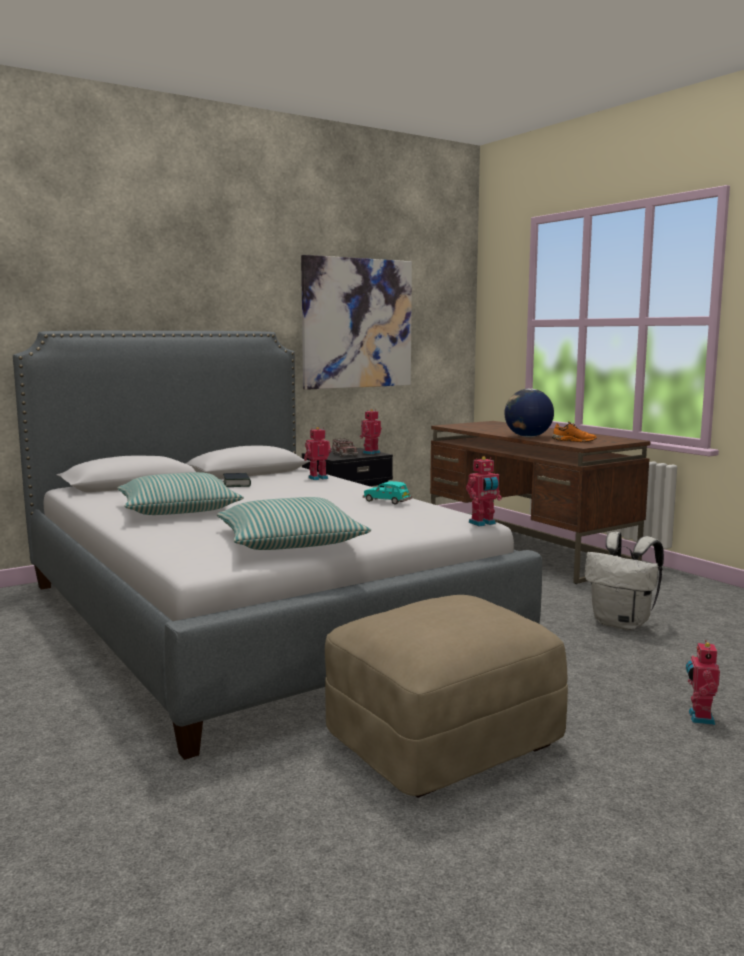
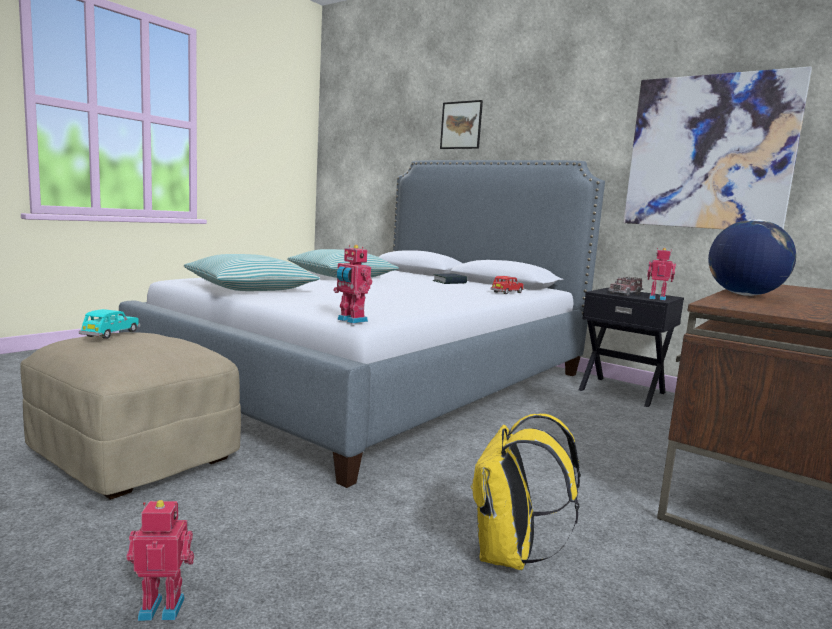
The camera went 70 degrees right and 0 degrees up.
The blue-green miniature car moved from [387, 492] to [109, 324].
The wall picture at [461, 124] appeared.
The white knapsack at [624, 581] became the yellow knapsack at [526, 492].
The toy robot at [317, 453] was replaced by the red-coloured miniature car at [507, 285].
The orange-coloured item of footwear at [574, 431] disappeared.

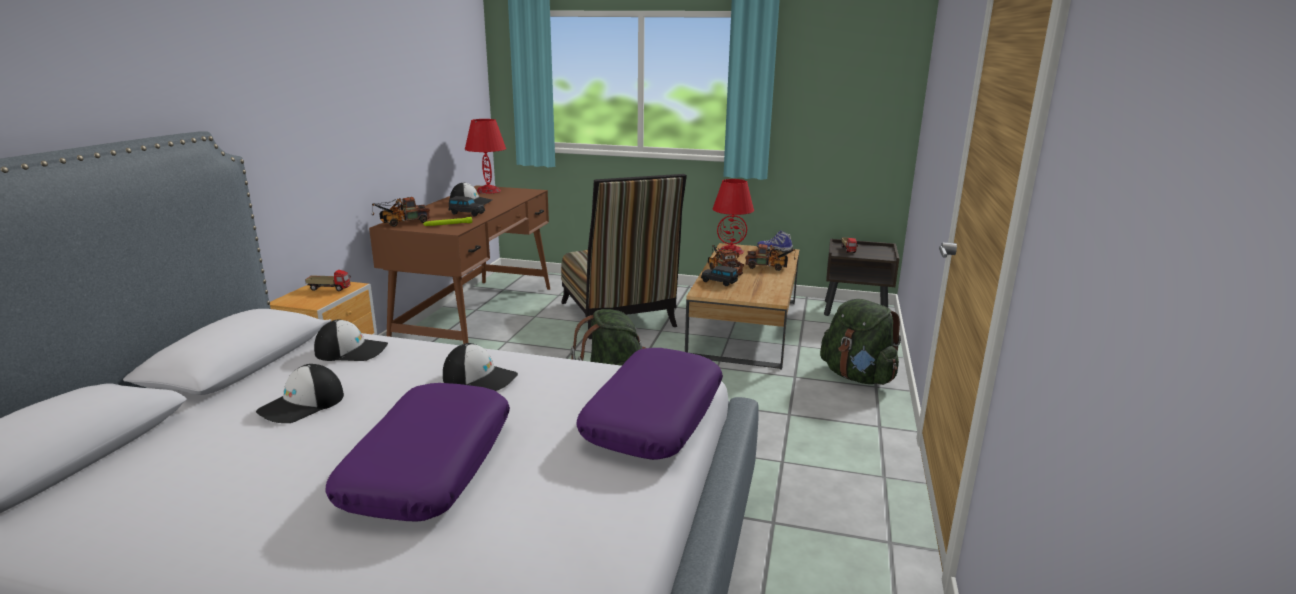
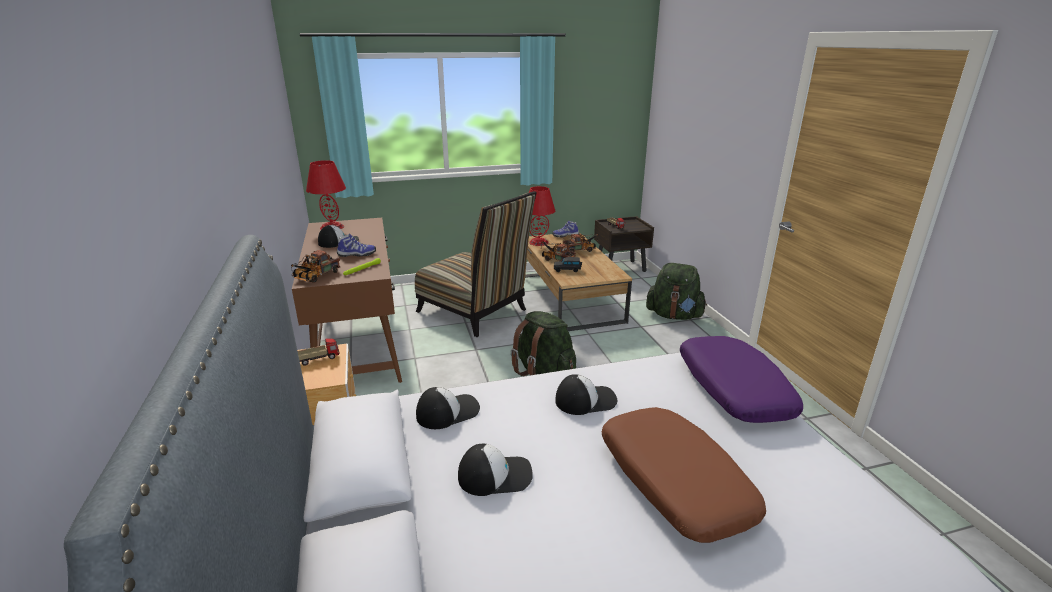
The camera went 30 degrees left and 5 degrees up.
The blackish miniature car at [467, 206] was replaced by the item of footwear at [356, 245].
The baseball cap at [300, 393] turned 105 degrees counterclockwise.
The purplish cushion at [417, 452] became the brown-coloured cushion at [684, 475].

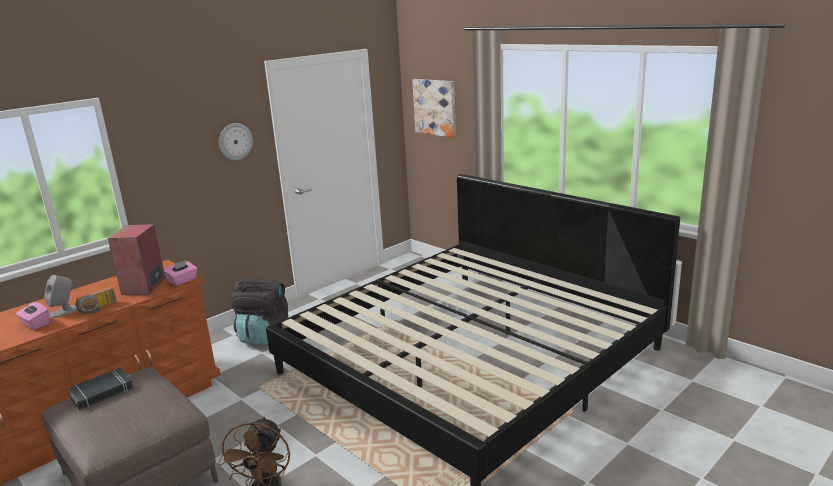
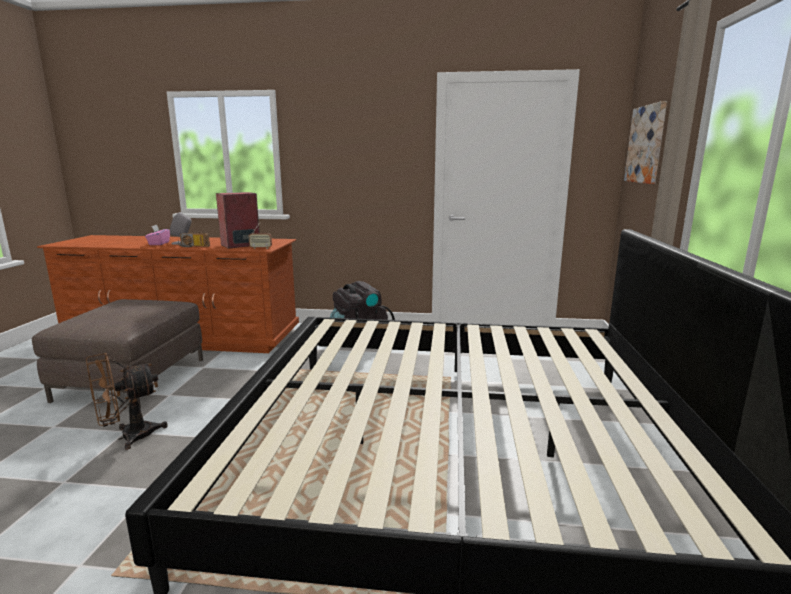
The camera went 50 degrees right and 5 degrees down.
The pinkish tissue holder at [180, 273] was replaced by the radio at [260, 235].
The blackish book at [100, 389] disappeared.
The wall clock at [236, 141] disappeared.

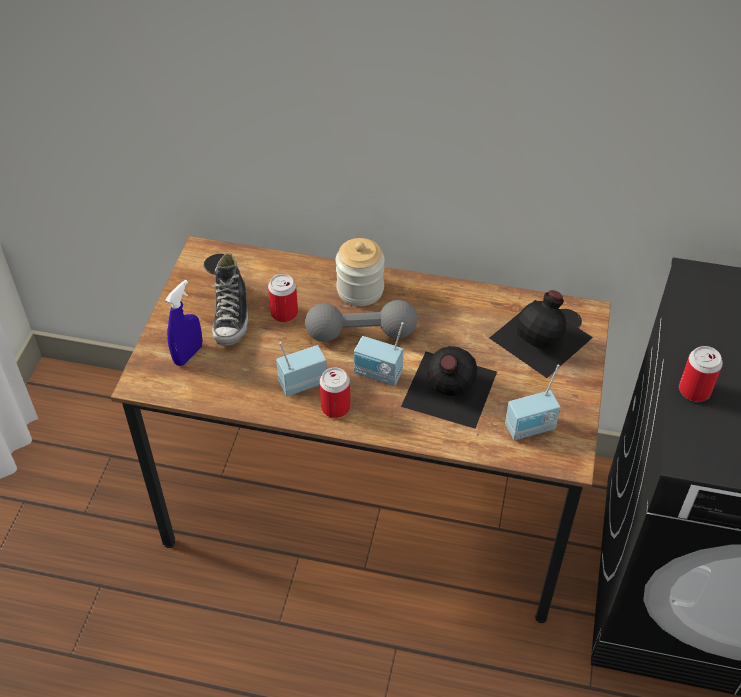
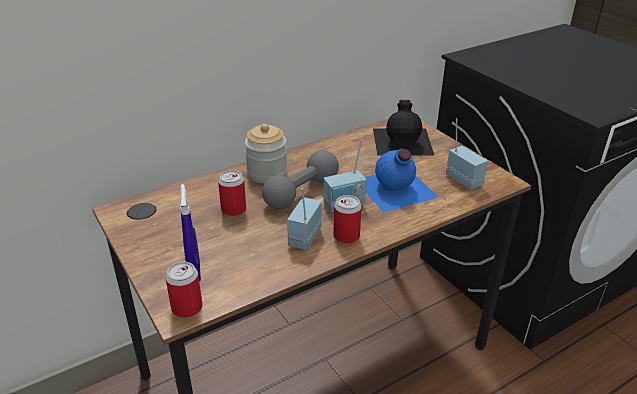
The camera went 45 degrees left and 15 degrees down.
The metal can moved from [701, 374] to [184, 290].
The blackish drink bottle at [449, 387] became the blue-coloured drink bottle at [402, 180].
The radio at [532, 402] turned 60 degrees counterclockwise.
The item of footwear at [230, 299] disappeared.

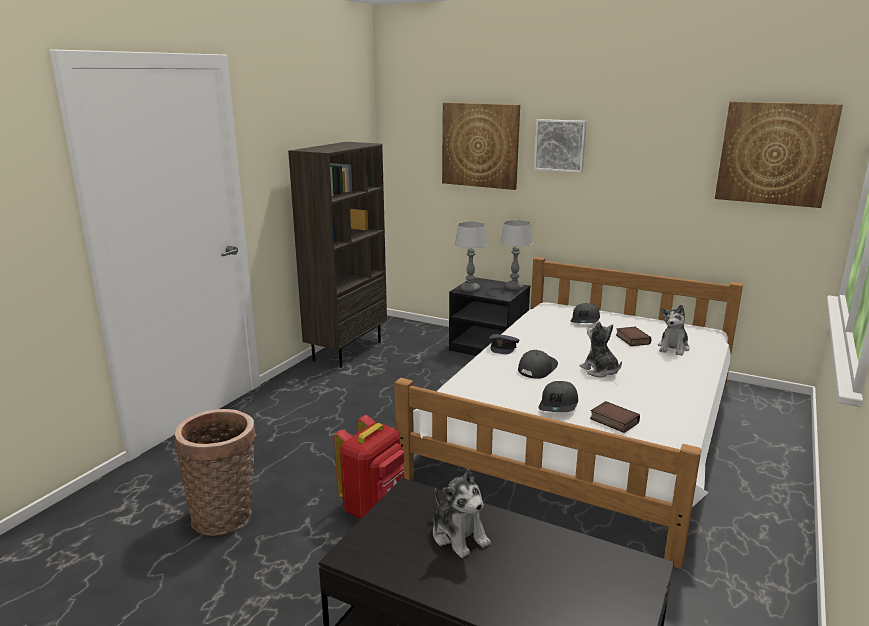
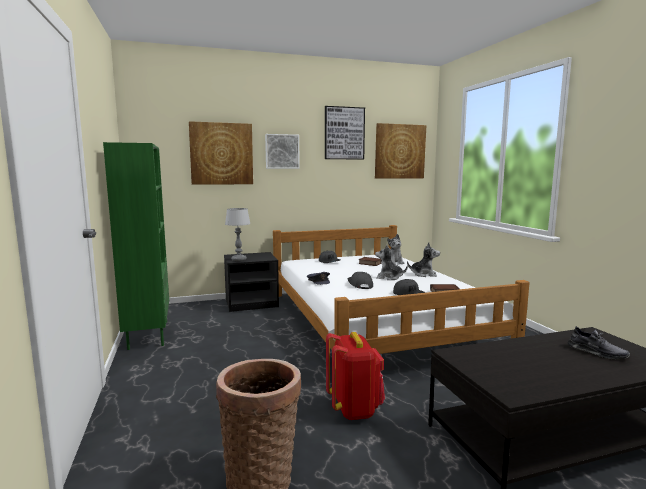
The camera went 45 degrees left and 10 degrees down.
The brown-coloured bookshelf at [337, 255] became the greenish bookshelf at [136, 246].
The wall picture at [345, 132] appeared.
The cuddly toy moved from [462, 513] to [423, 259].
The gray item of footwear at [599, 342] appeared.
The tabletop lamp at [516, 255] disappeared.

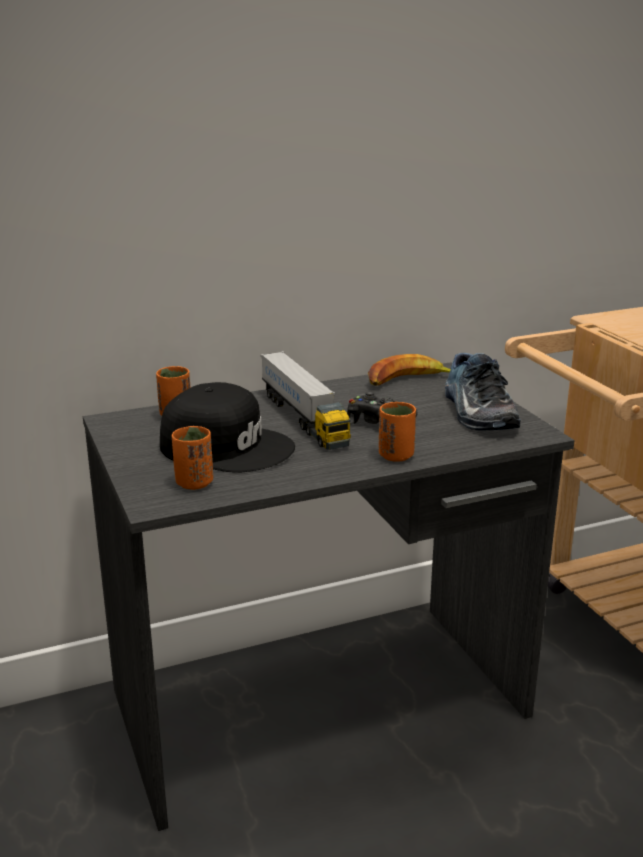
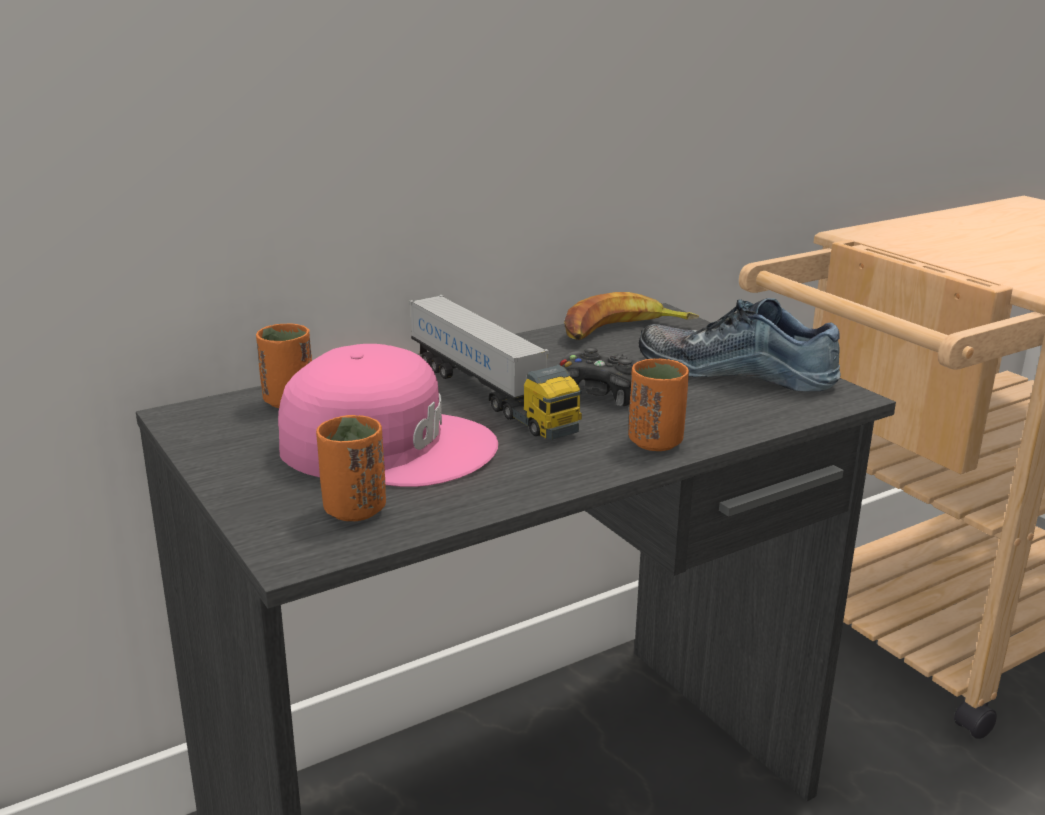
The camera went 10 degrees left and 0 degrees up.
The blackish baseball cap at [227, 427] became the pinkish baseball cap at [388, 415].
The item of footwear at [483, 392] turned 135 degrees clockwise.

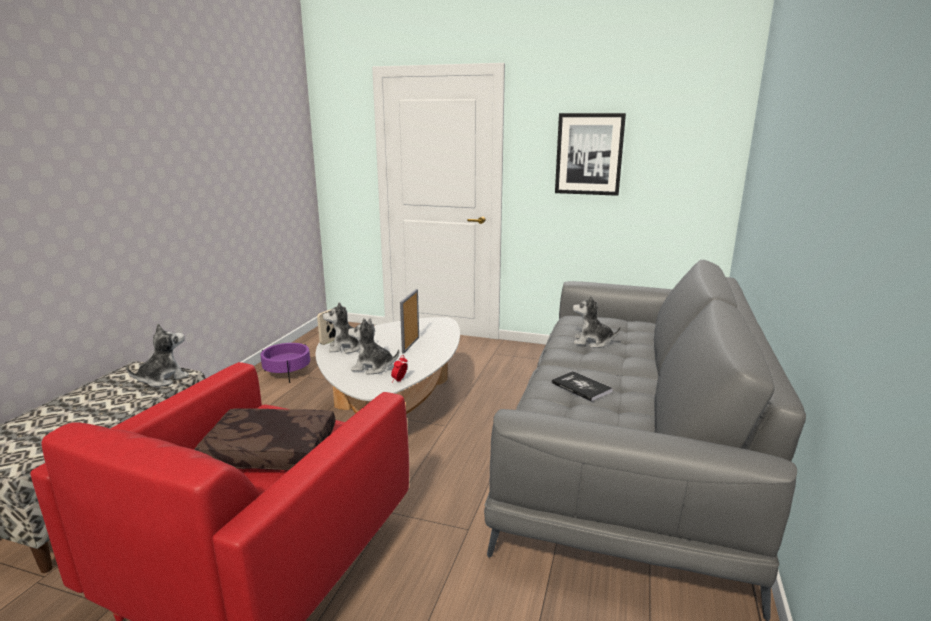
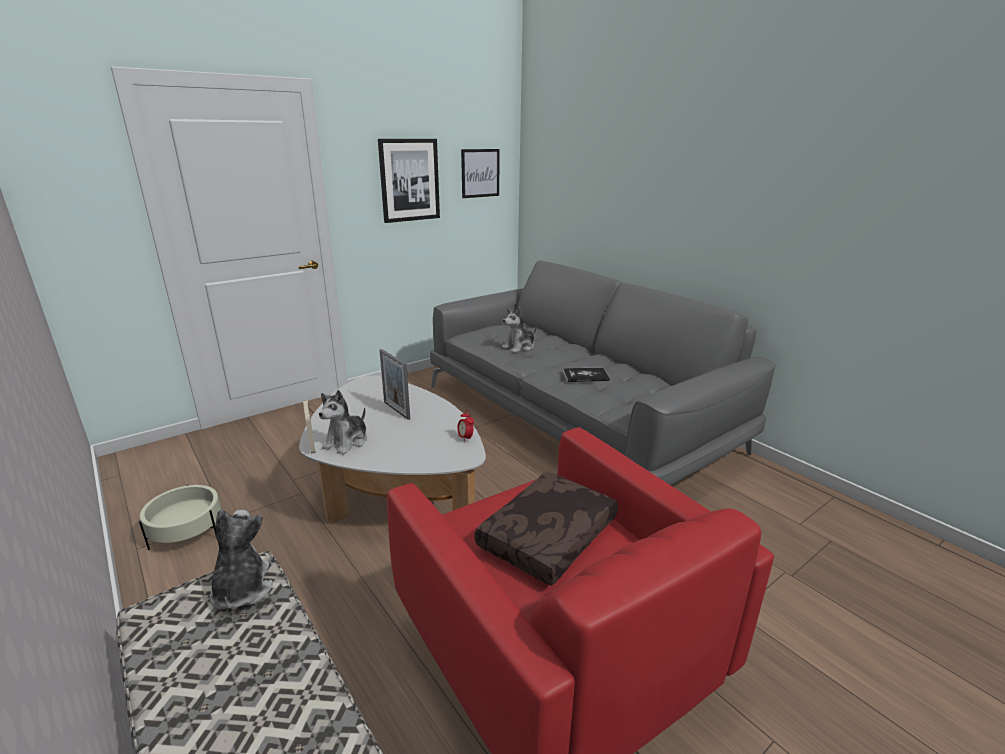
The camera went 55 degrees left and 5 degrees up.
The purplish flower pot at [285, 363] became the beige-coloured flower pot at [180, 517].
The wall picture at [480, 173] appeared.
The cuddly toy at [373, 346] disappeared.

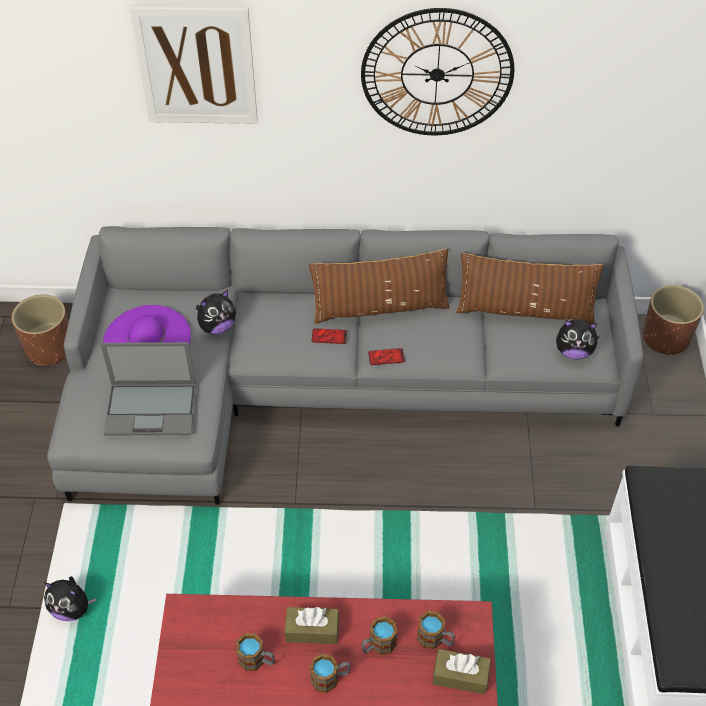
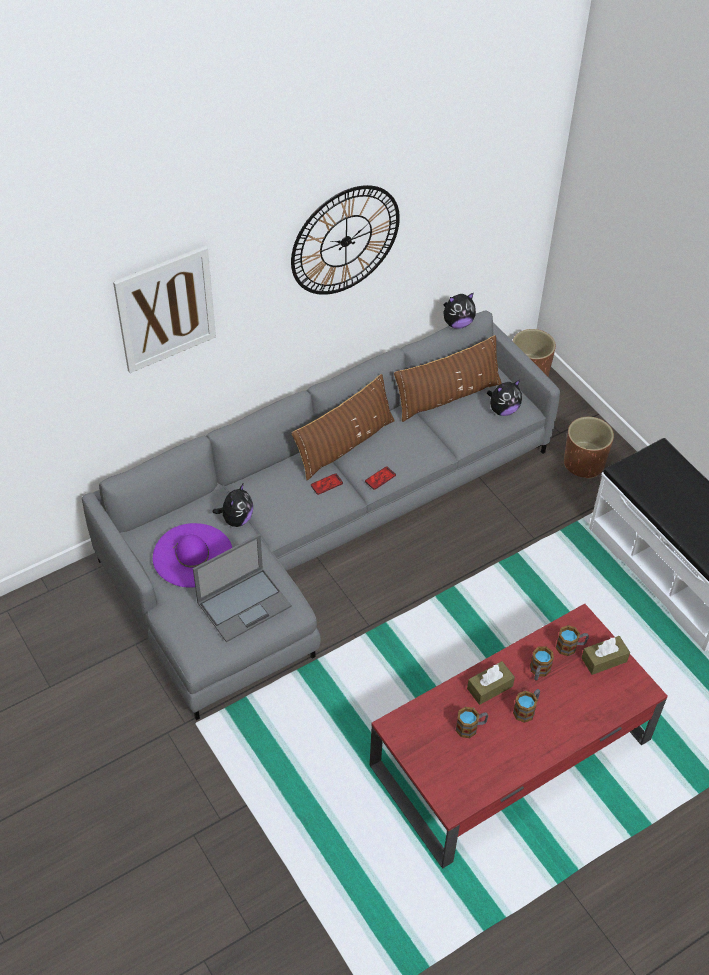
The camera went 35 degrees left and 0 degrees up.
The cuddly toy moved from [70, 598] to [459, 311].
The brown-coloured flower pot moved from [39, 329] to [589, 448].

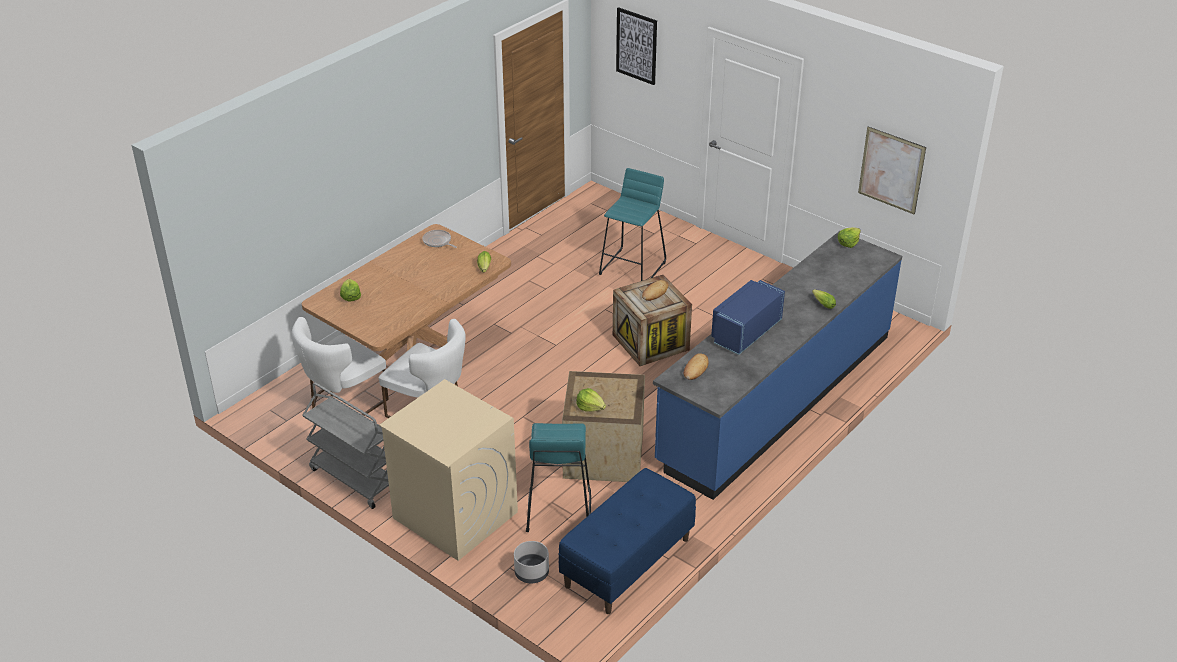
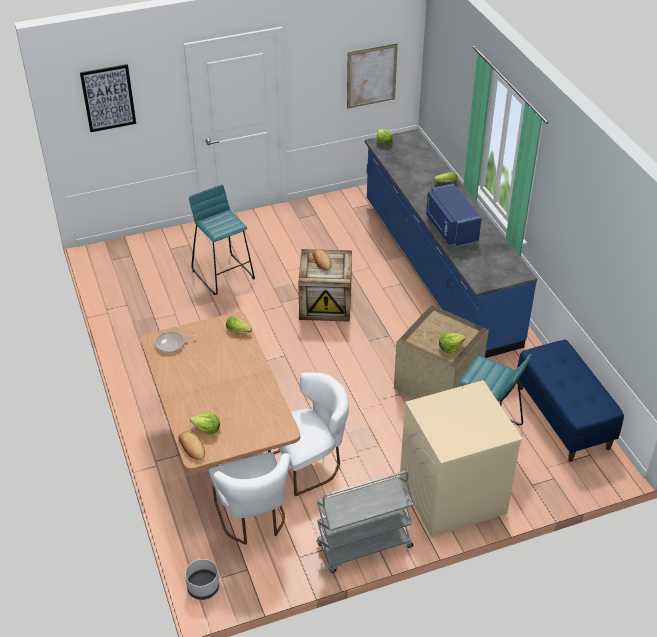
The camera went 60 degrees left and 5 degrees up.
The baked bread moved from [696, 366] to [191, 446].
The gray flower pot moved from [531, 562] to [202, 579].

